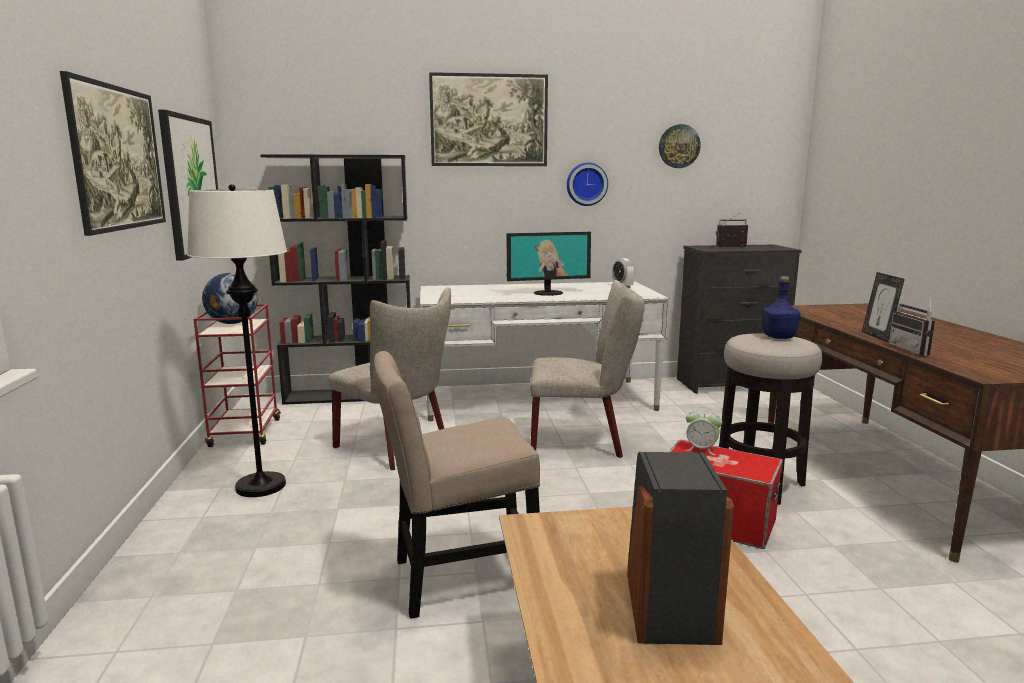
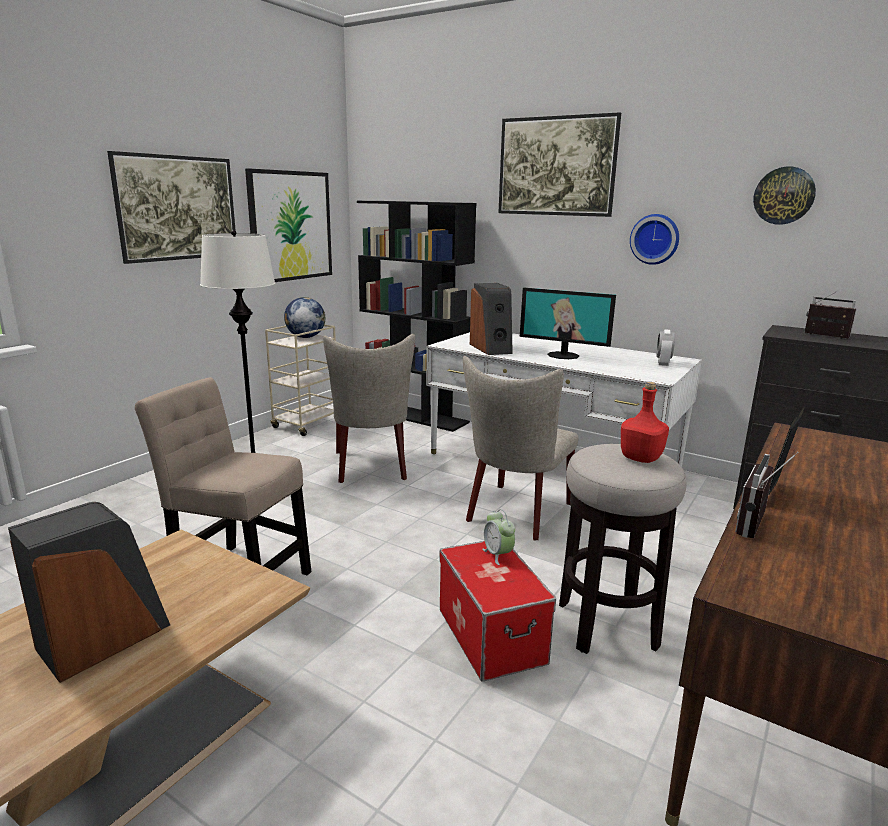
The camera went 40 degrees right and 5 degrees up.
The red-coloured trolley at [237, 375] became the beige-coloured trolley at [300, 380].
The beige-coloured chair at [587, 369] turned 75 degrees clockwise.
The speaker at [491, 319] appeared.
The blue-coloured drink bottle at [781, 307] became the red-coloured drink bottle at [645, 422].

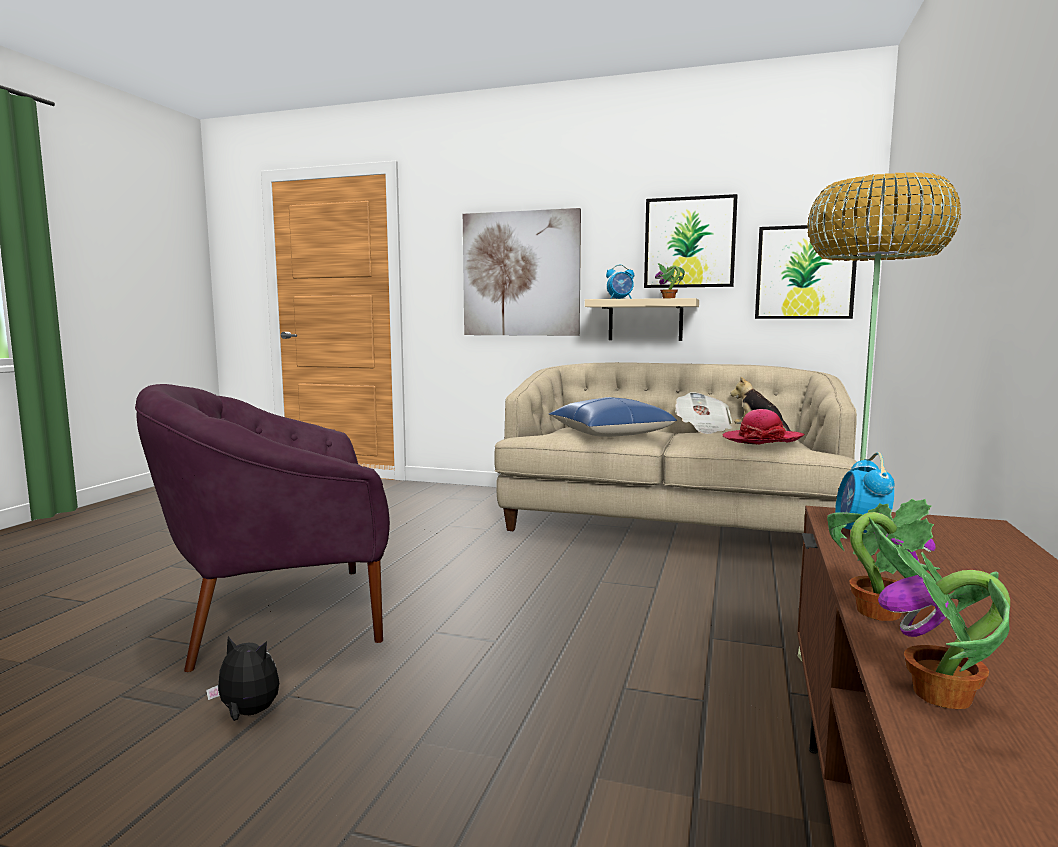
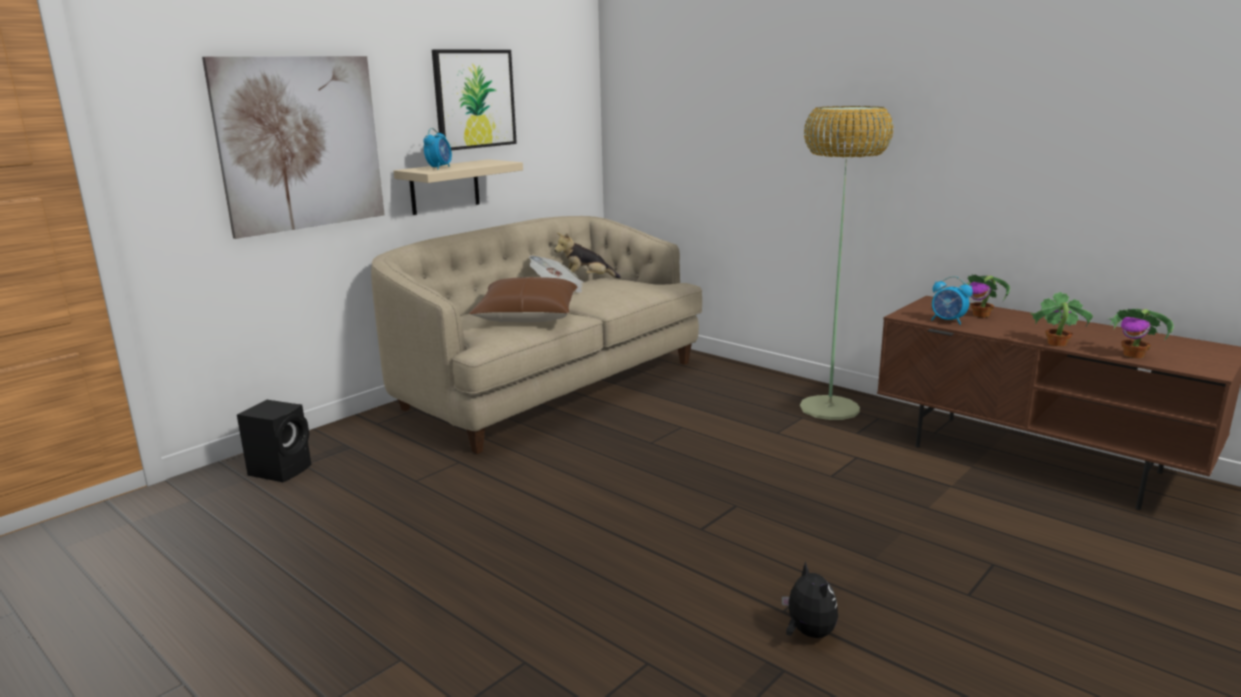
The camera went 65 degrees left and 10 degrees up.
The blackish speaker at [274, 441] appeared.
The blue-coloured cushion at [613, 417] became the brown-coloured cushion at [523, 299].
The cuddly toy at [242, 678] turned 120 degrees clockwise.
The houseplant moved from [670, 280] to [986, 296].
The purplish lounge chair at [262, 528] disappeared.
The wearable hat at [763, 426] disappeared.
The wall picture at [807, 271] disappeared.

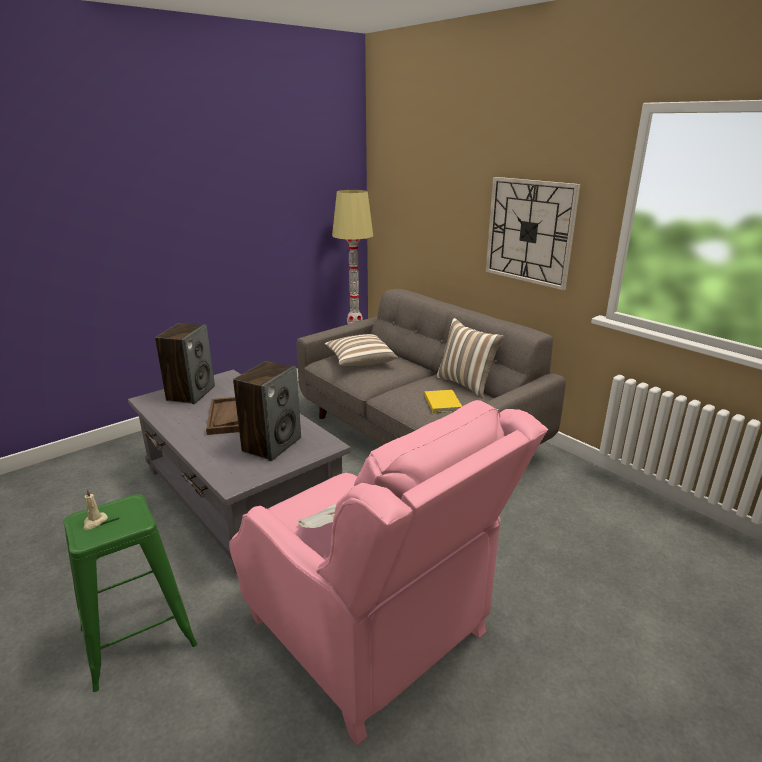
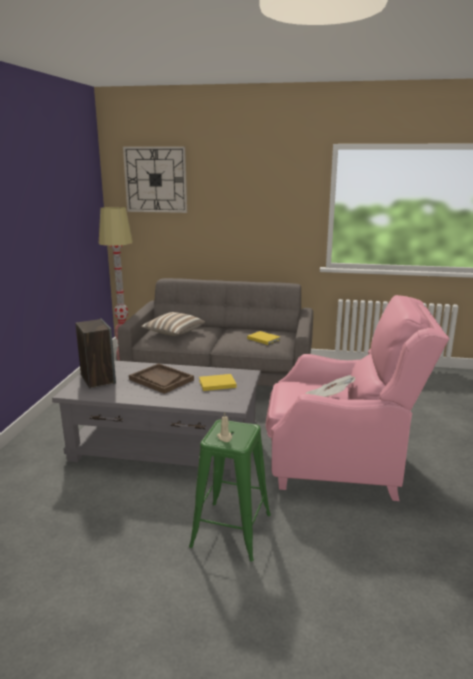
The camera went 40 degrees left and 5 degrees down.
The wall clock moved from [533, 233] to [155, 179].
The speaker at [267, 411] was replaced by the yellow book at [218, 382].
The cushion at [470, 358] disappeared.

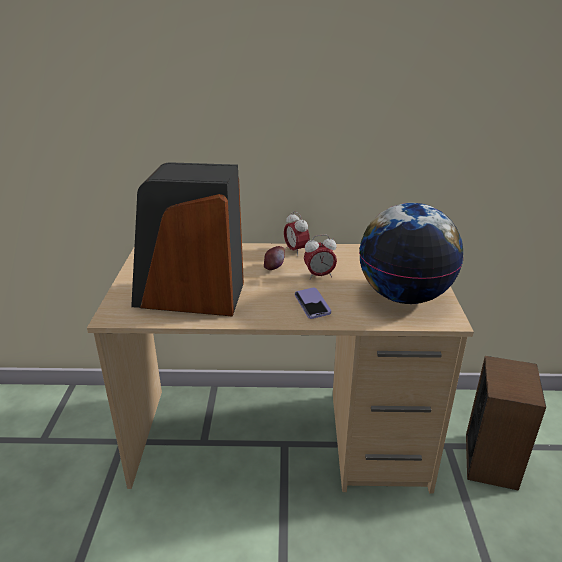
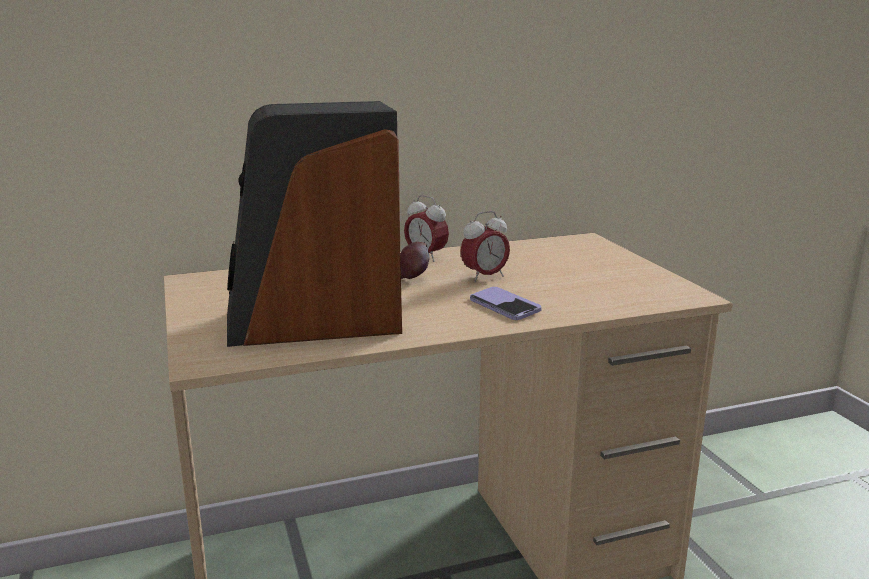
The camera went 20 degrees left and 10 degrees down.
The world globe at [411, 253] disappeared.
The speaker at [506, 423] disappeared.

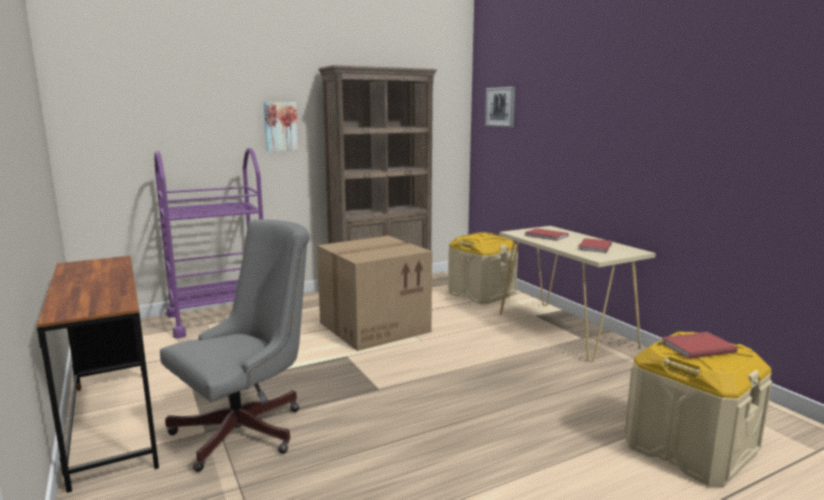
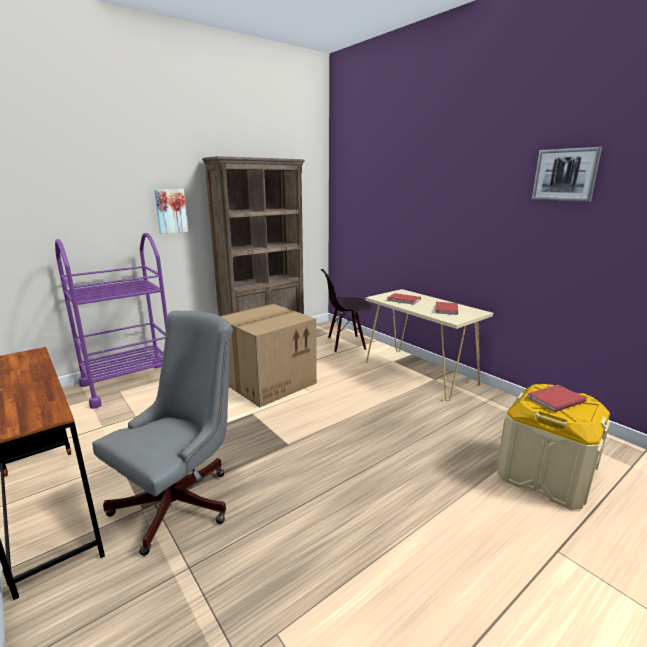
The camera went 10 degrees left and 5 degrees up.
The beige-coloured storage bin at [483, 268] was replaced by the blackish chair at [346, 311].
The wall picture moved from [500, 107] to [567, 174].

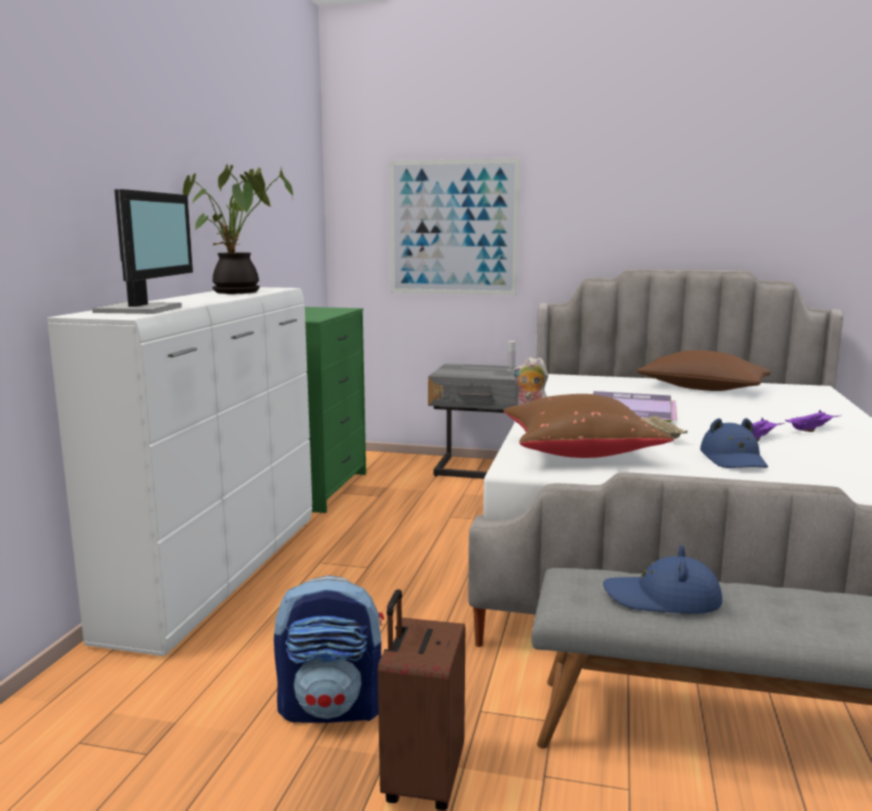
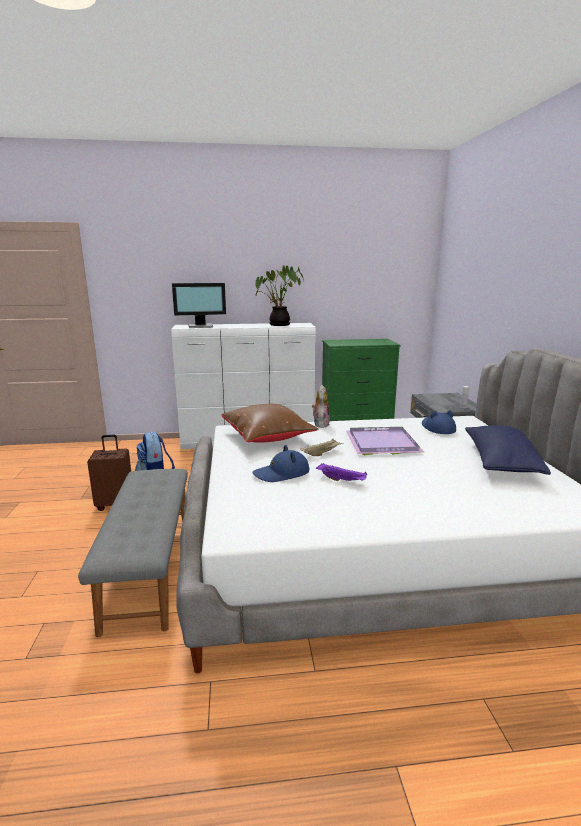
The camera went 70 degrees right and 5 degrees up.
The blue-coloured wearable hat moved from [662, 579] to [439, 422].
The brown-coloured cushion at [704, 370] became the blue-coloured cushion at [508, 450].
The wall picture at [454, 226] disappeared.
The purplish carrying tray at [811, 421] disappeared.

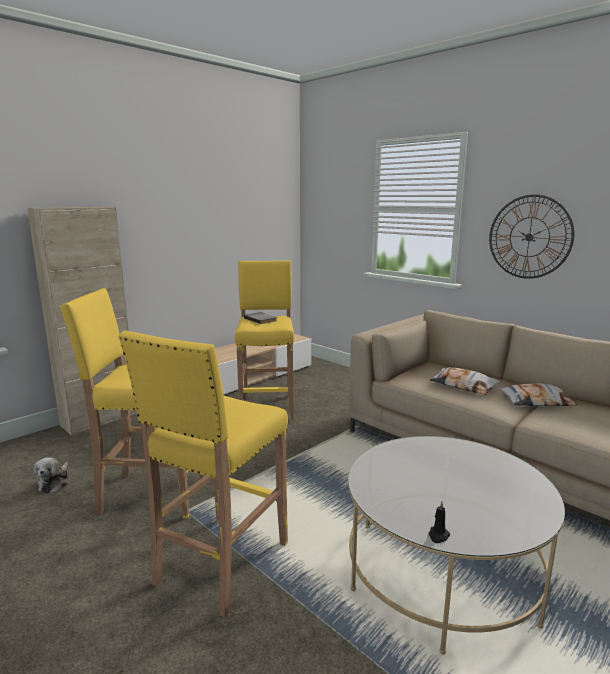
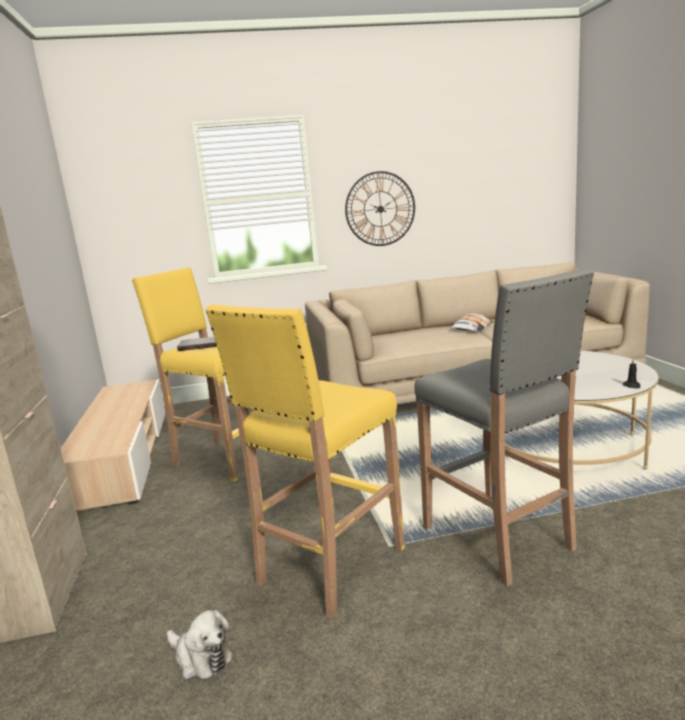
The camera went 55 degrees left and 0 degrees up.
The yellow stool at [203, 474] became the gray stool at [504, 427].
The cushion at [465, 381] disappeared.

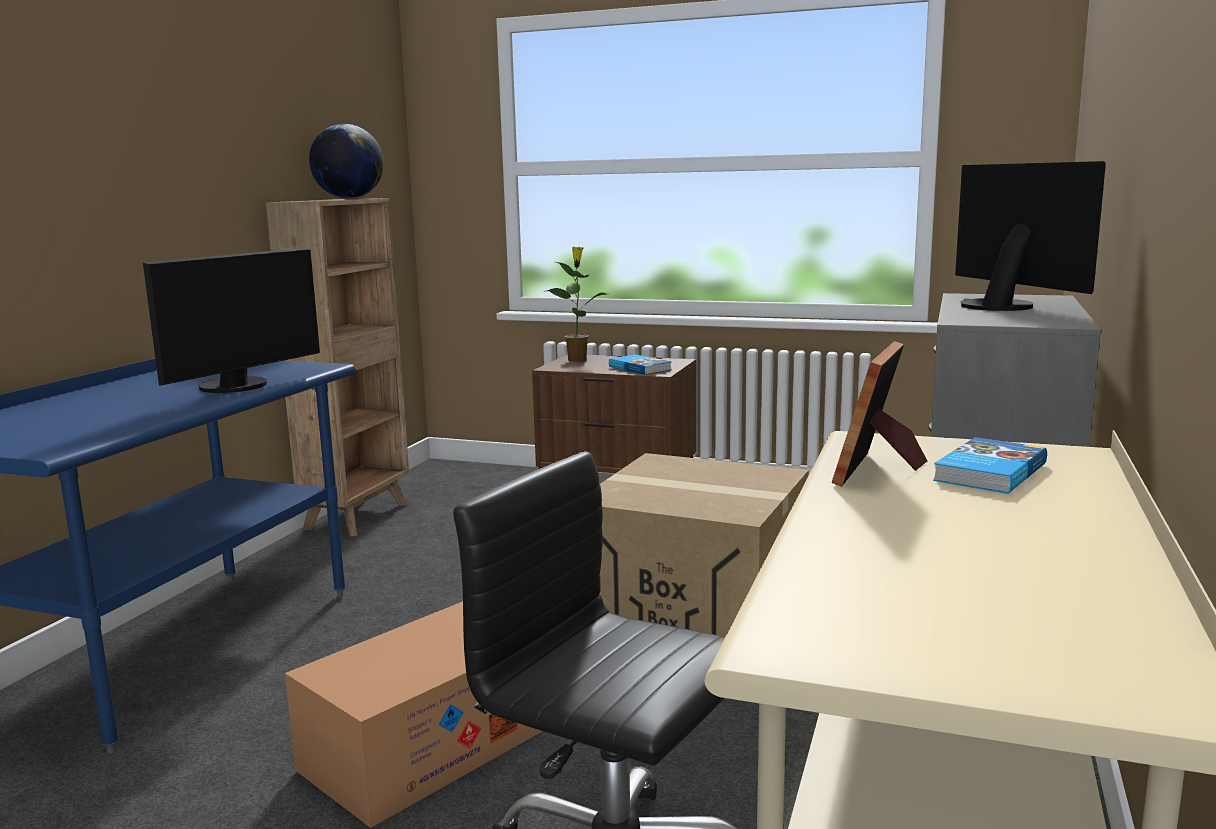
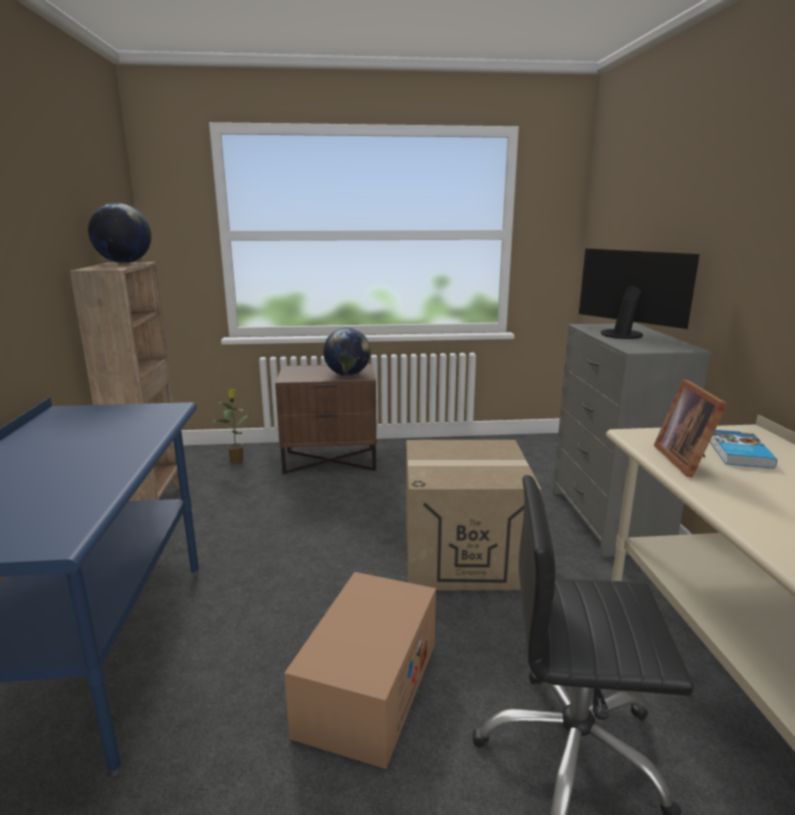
The camera went 25 degrees left and 5 degrees up.
The houseplant moved from [576, 304] to [232, 426].
The book at [640, 364] was replaced by the world globe at [347, 352].
The computer screen at [231, 320] disappeared.

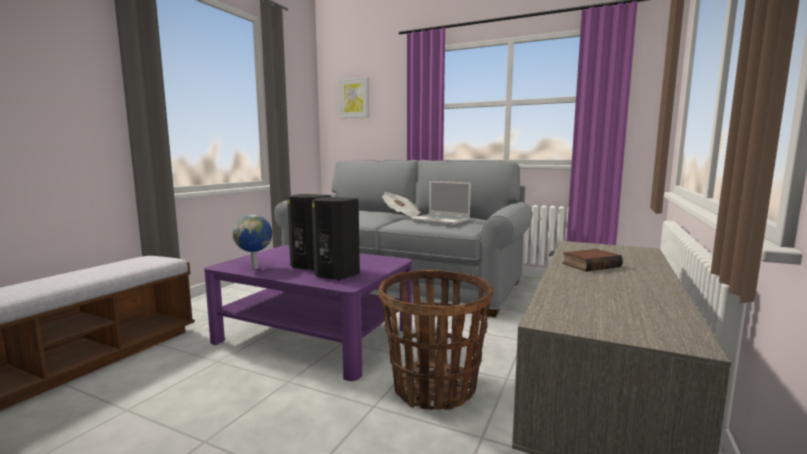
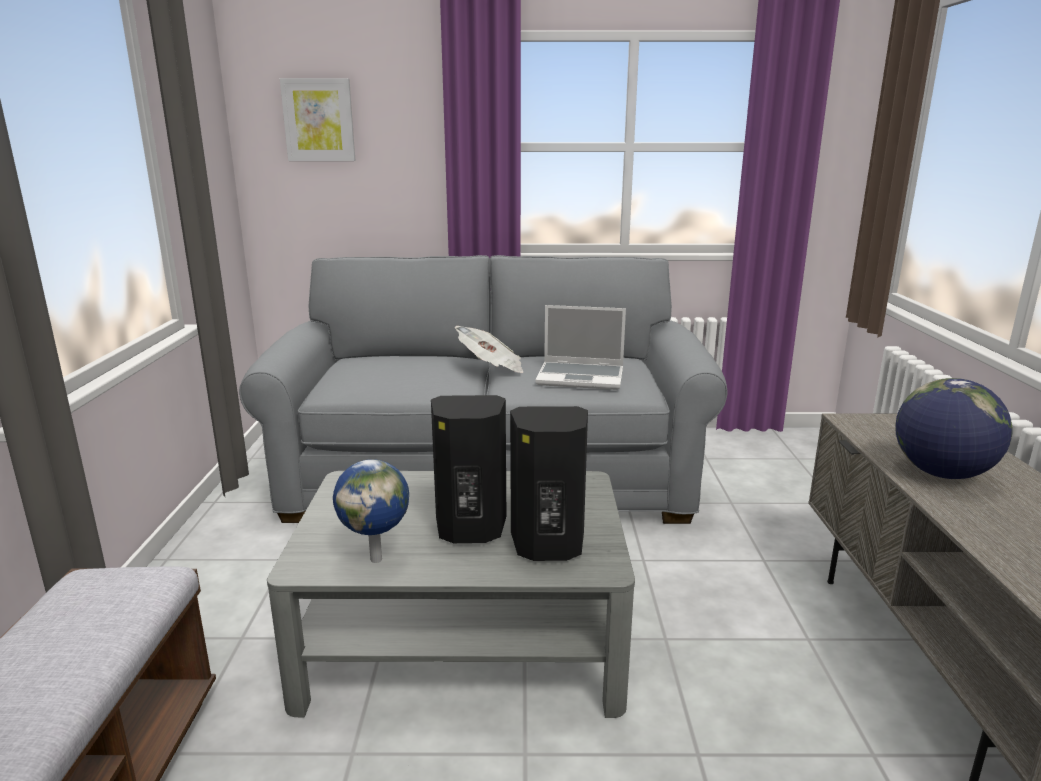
The camera went 25 degrees left and 10 degrees up.
The purplish lounge table at [308, 313] became the gray lounge table at [451, 594].
The book at [592, 260] was replaced by the world globe at [953, 428].
The storage basket at [436, 340] disappeared.

